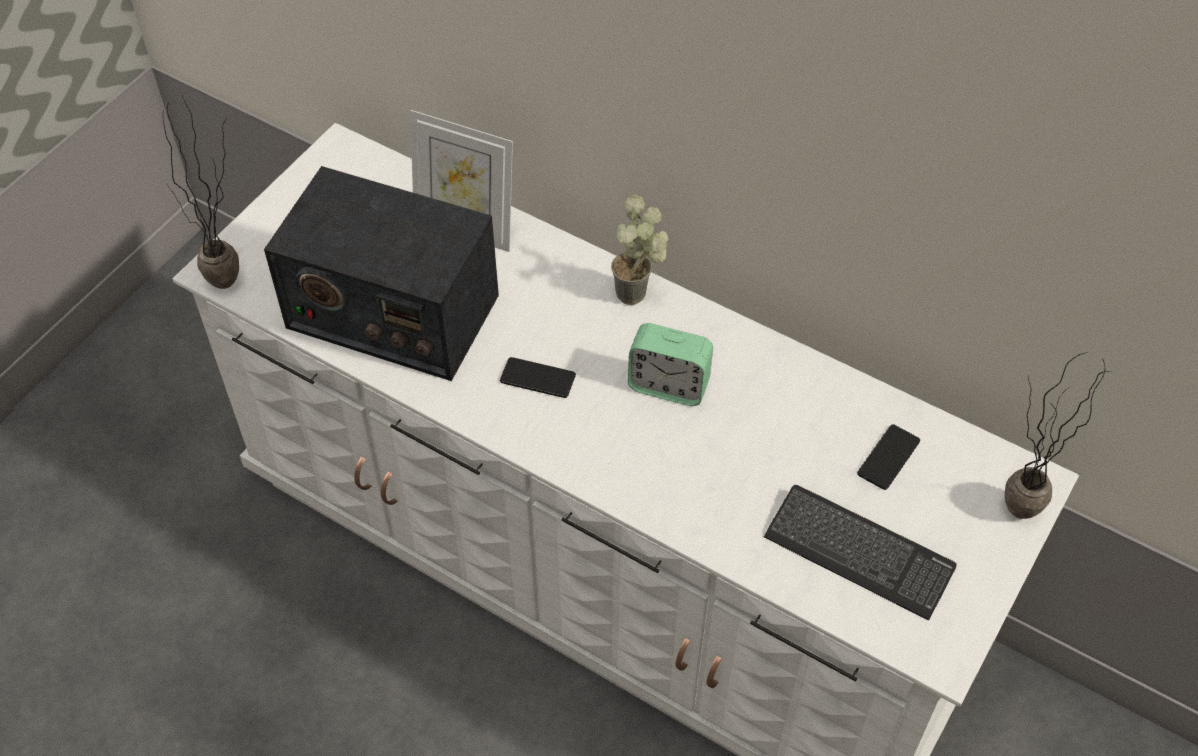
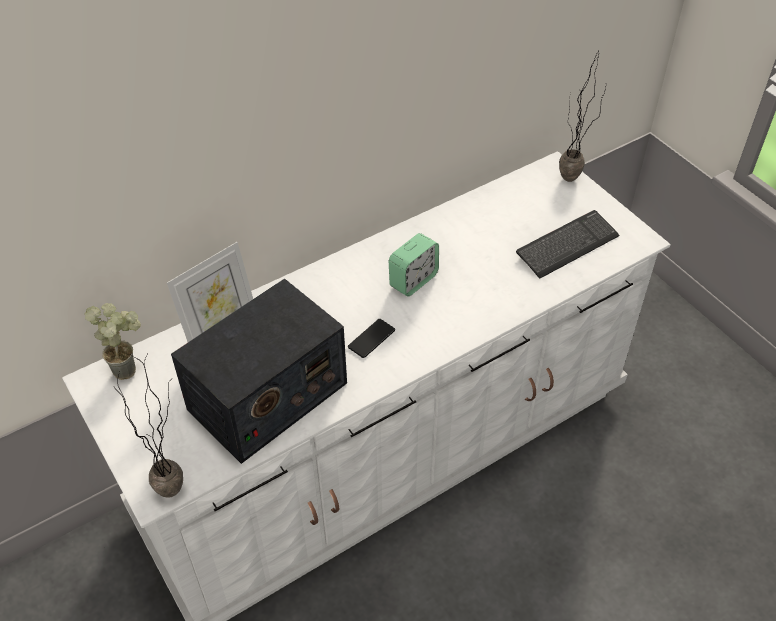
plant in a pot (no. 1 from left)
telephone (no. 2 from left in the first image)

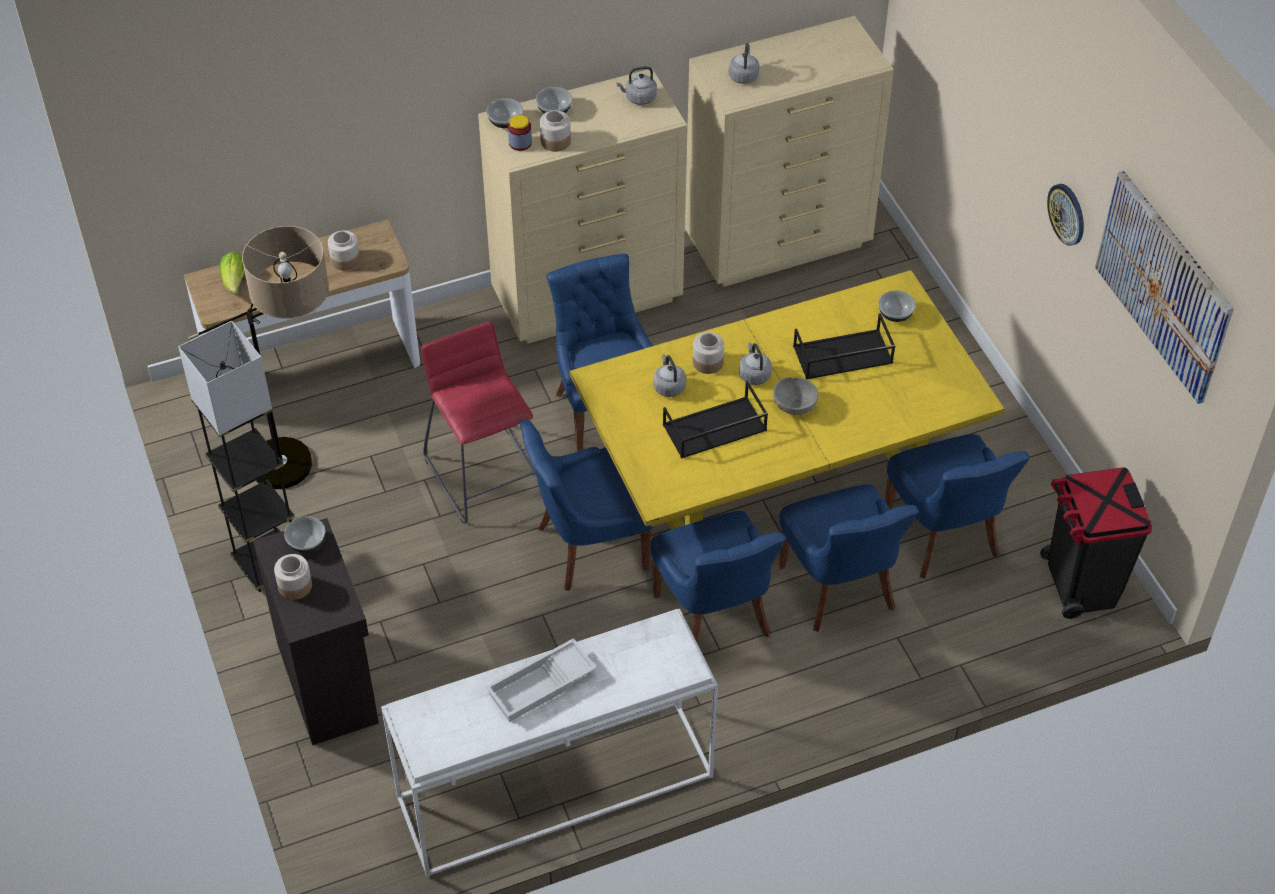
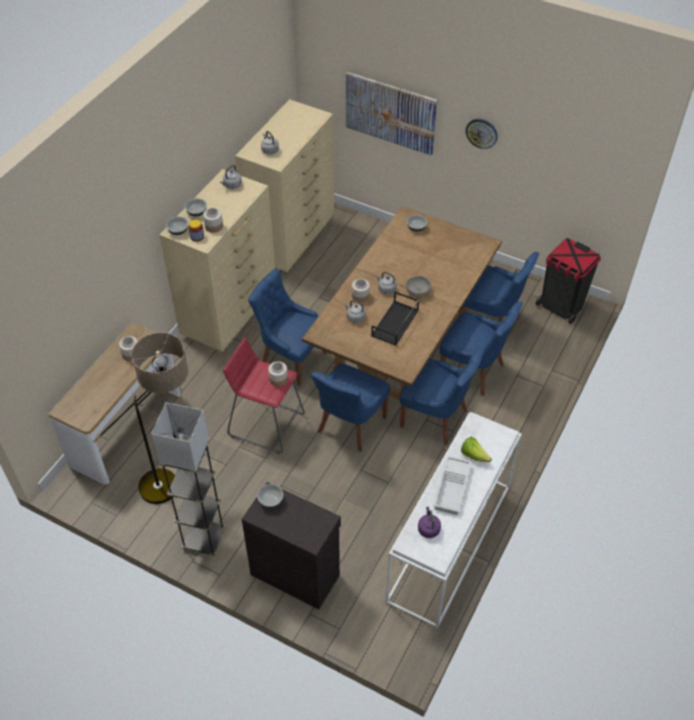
wall art
head of lettuce
brownish dining table
blackish carrying tray (no. 2 from left in the first image)
preserve jar (no. 4 from left)
purple-coloured tea kettle

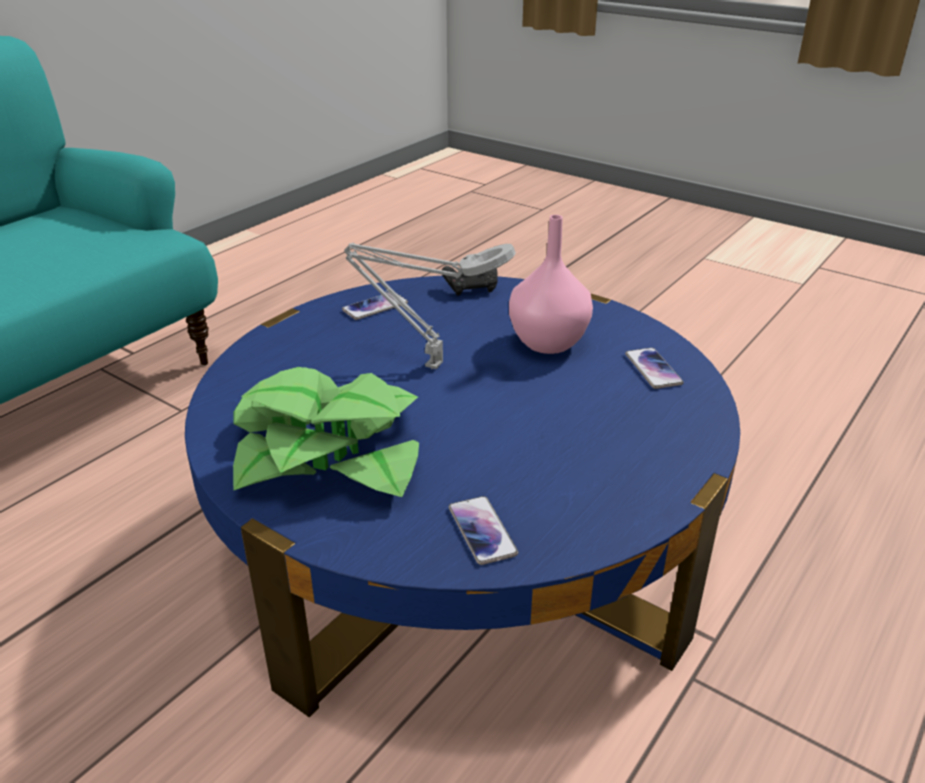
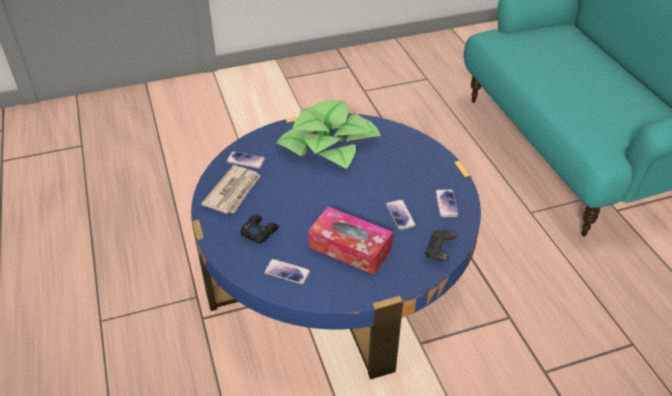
tissue holder
greyish lamp for a table
newspaper
telephone (no. 3 from left)
blackish gamepad (no. 1 from left)

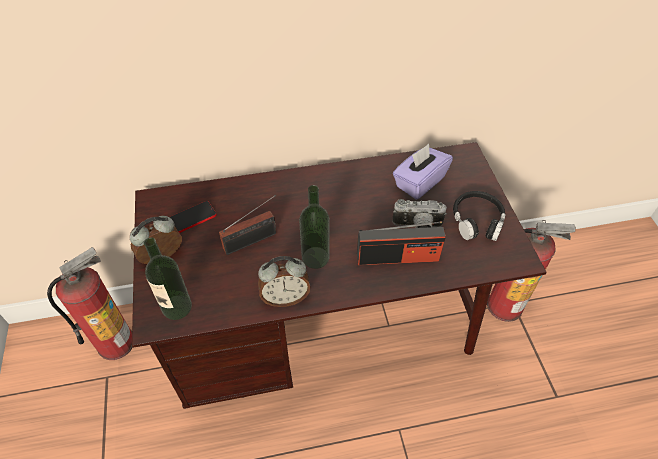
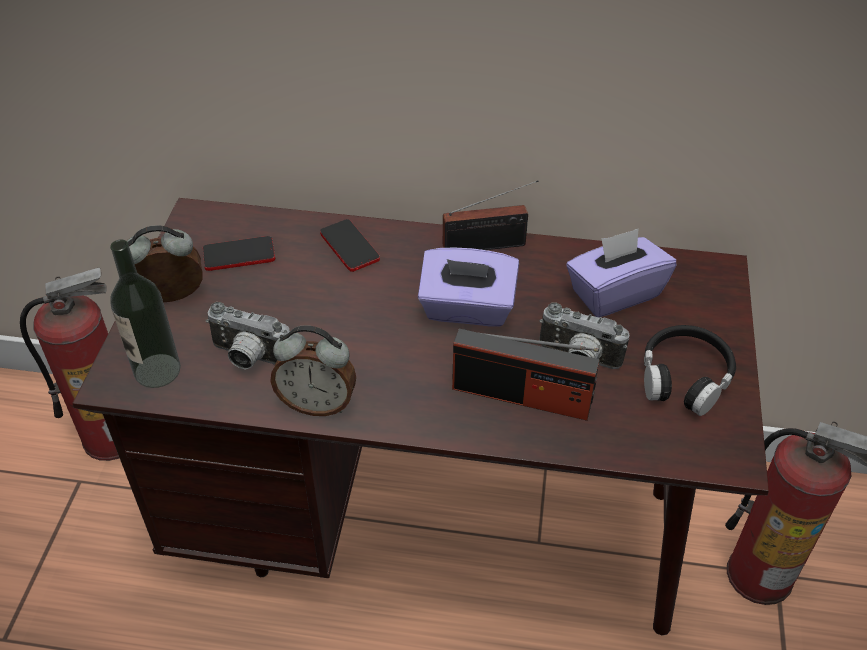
drink bottle (no. 2 from left in the first image)
radio set (no. 1 from left)
telephone (no. 2 from left)
purple-coloured tissue holder (no. 1 from left)
photo camera (no. 1 from left)

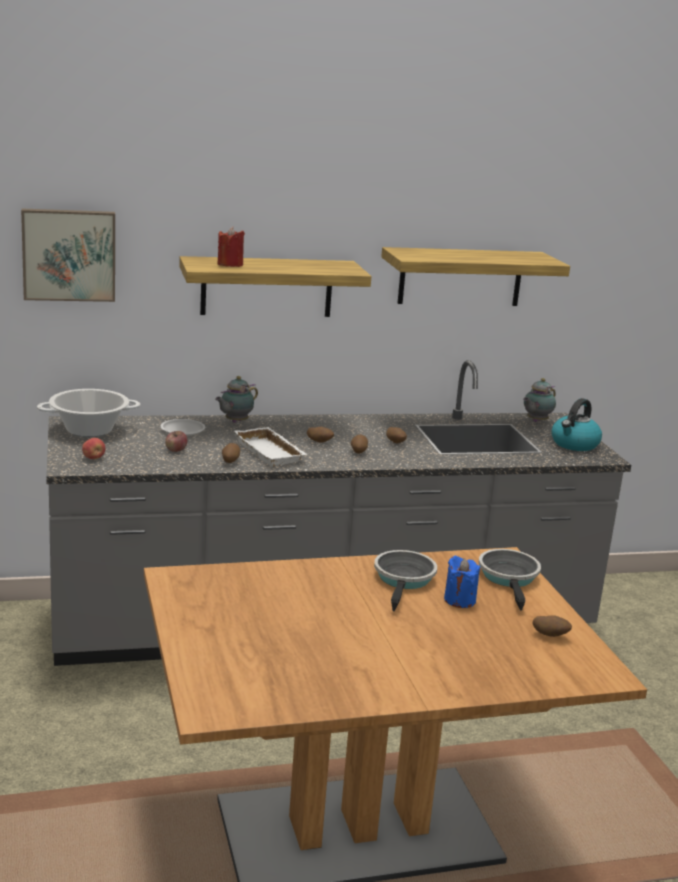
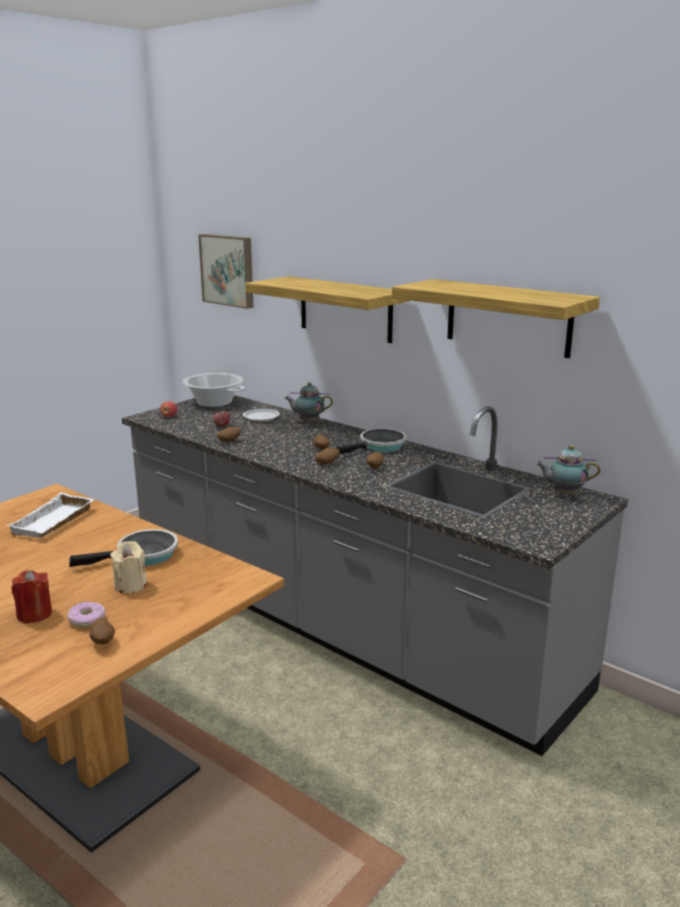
red wax candle
tea kettle
whitish carrying tray
pan (no. 2 from left)
sand-coloured wax candle
ring doughnut

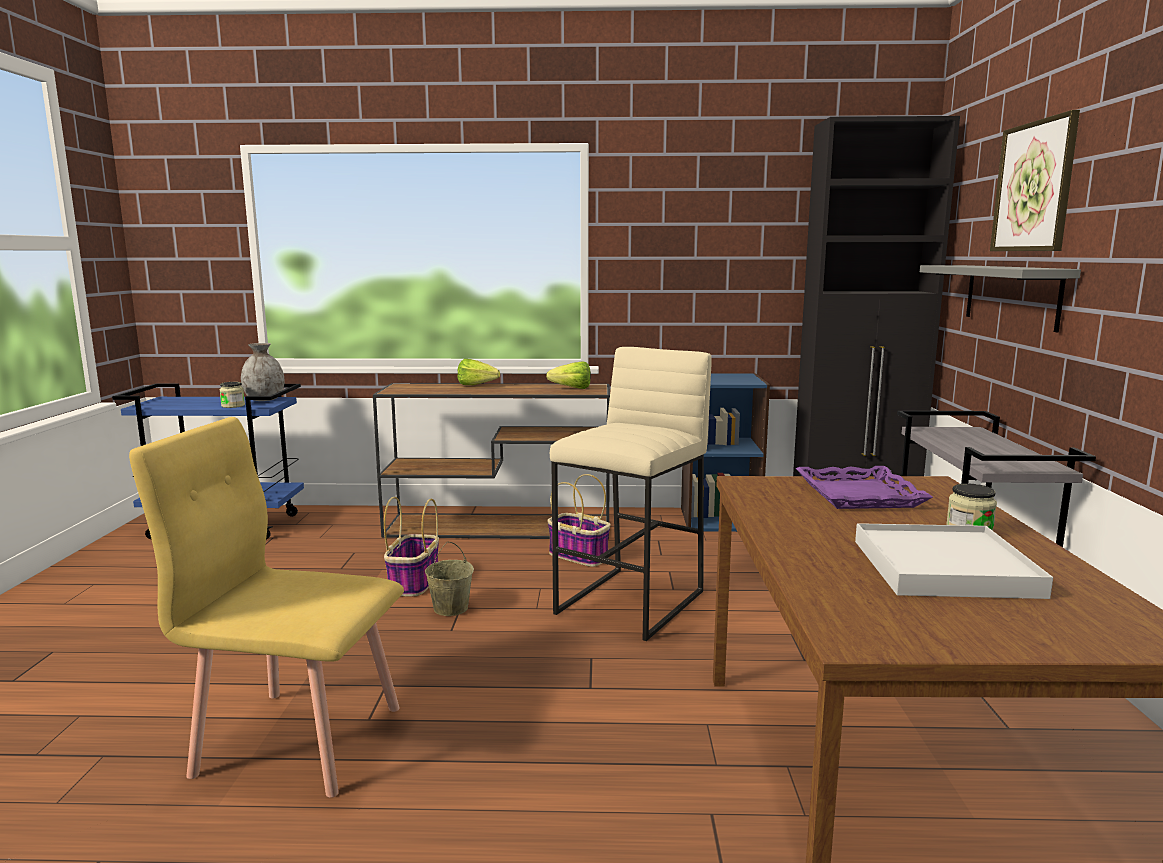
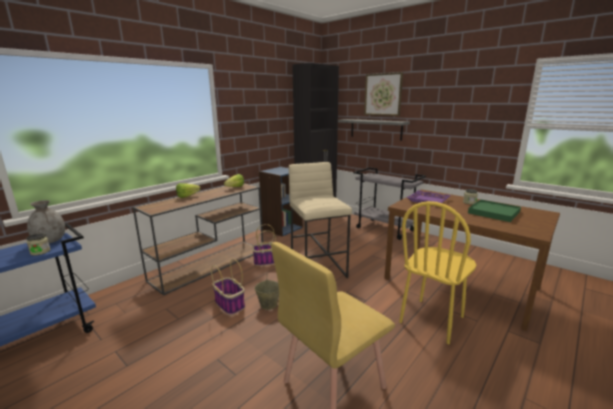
greenish carrying tray
yellow chair (no. 2 from left)

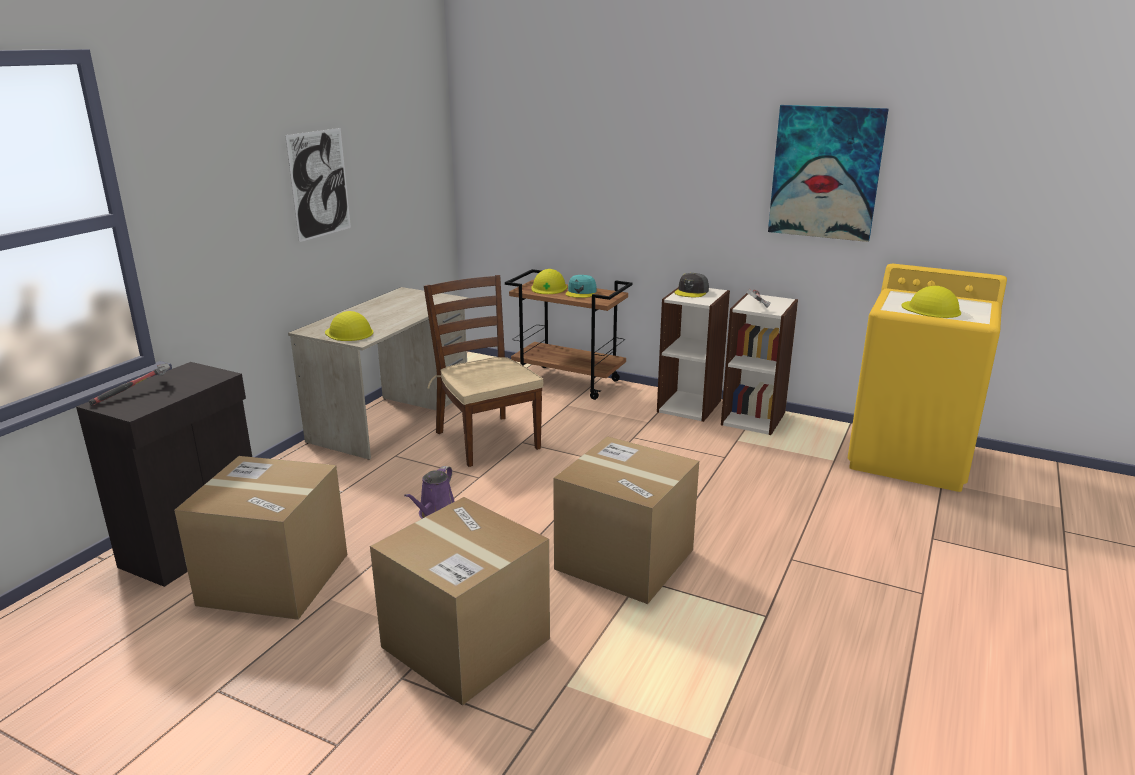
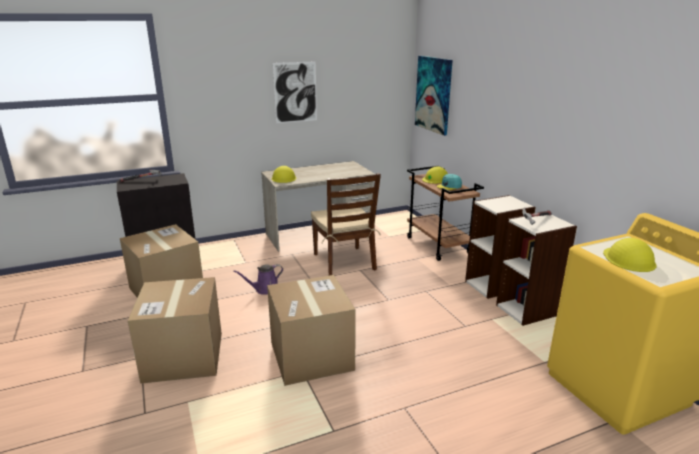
wall art (no. 2 from left)
greyish peaked cap
brownish chair

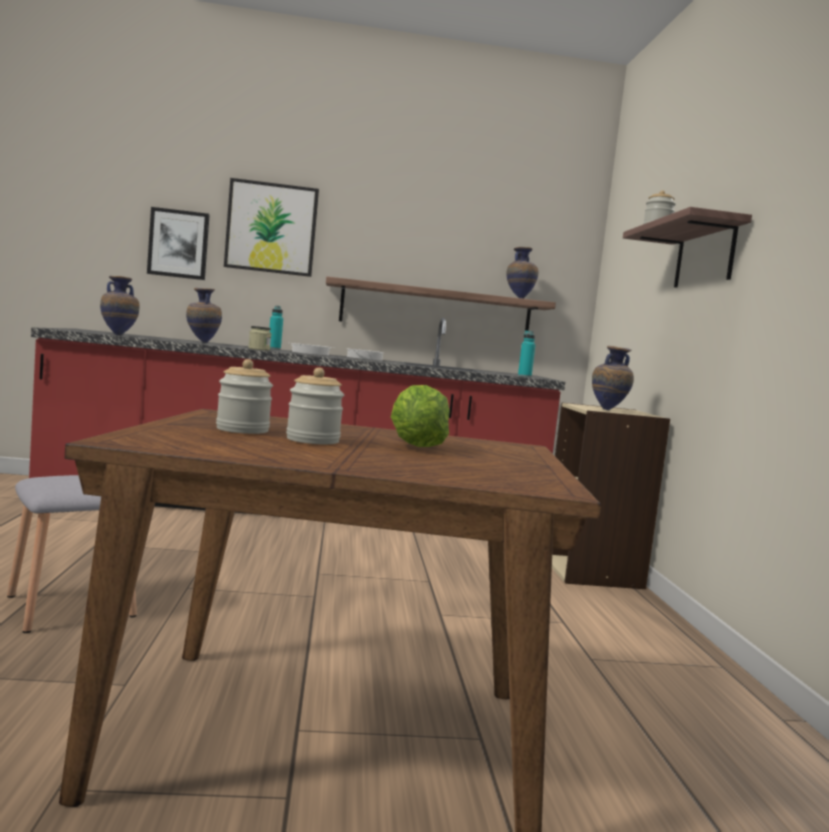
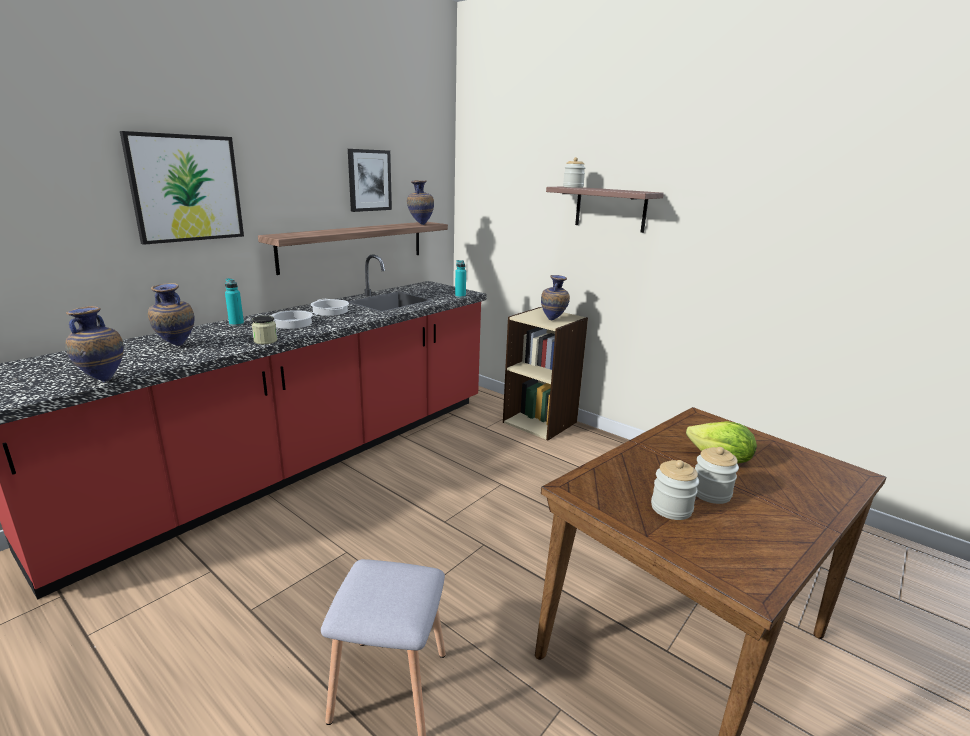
wall art (no. 2 from left)

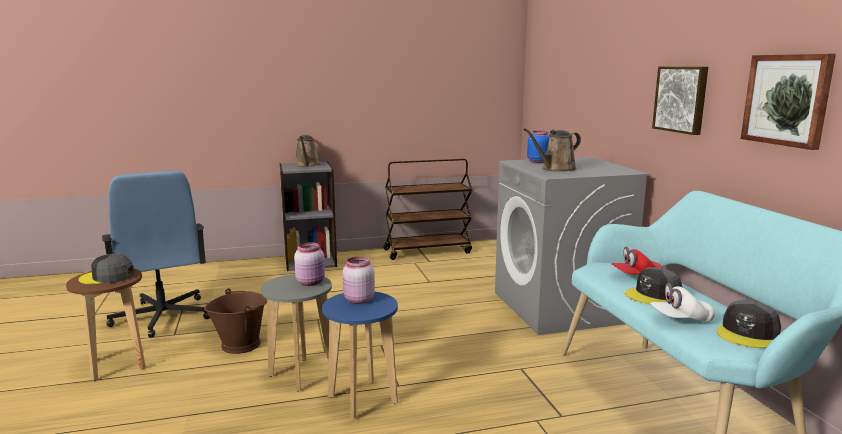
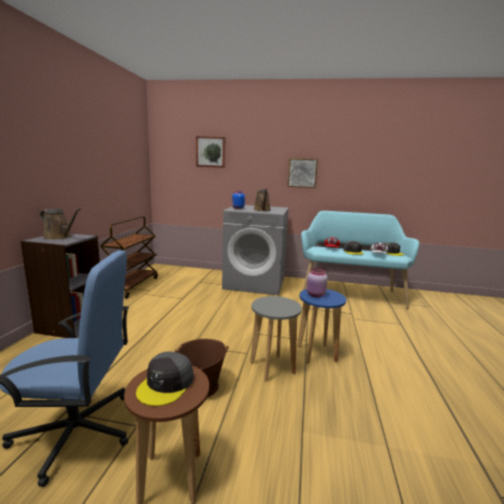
wall art (no. 1 from left)
pink-coloured preserve jar (no. 1 from left in the first image)

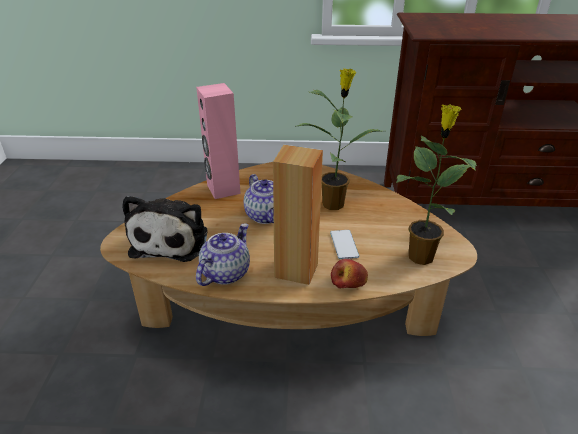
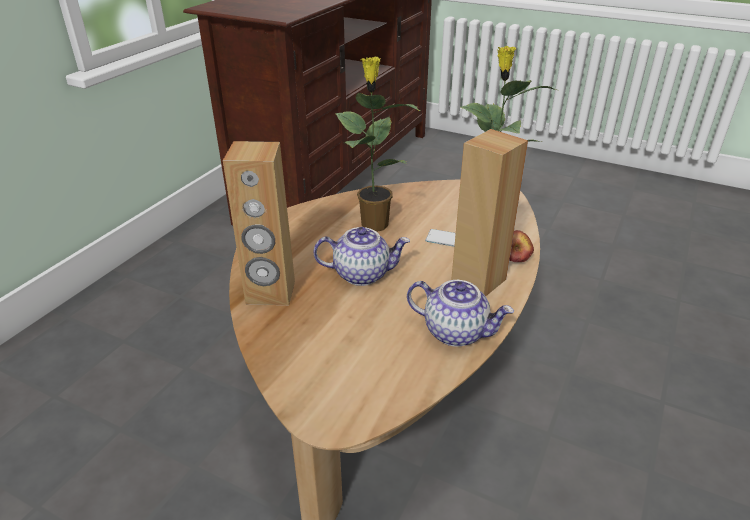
brownish loudspeaker (no. 1 from left)
soft toy
tea pot (no. 2 from left)

